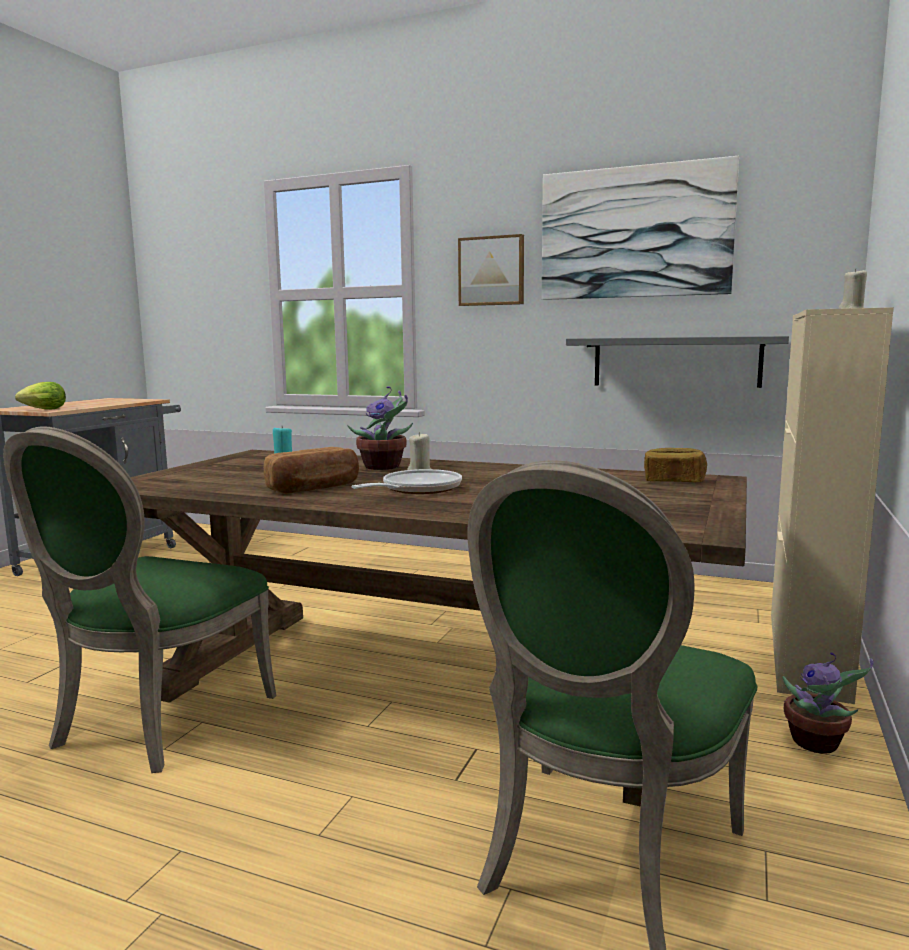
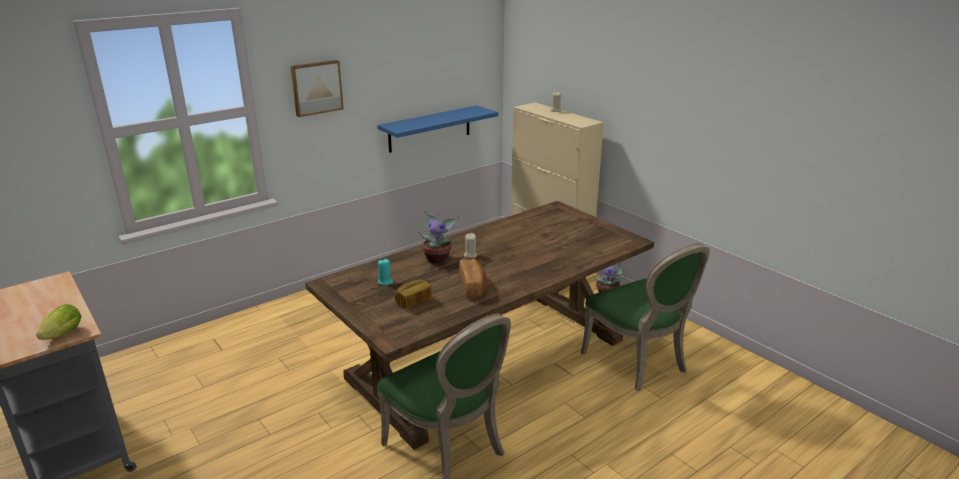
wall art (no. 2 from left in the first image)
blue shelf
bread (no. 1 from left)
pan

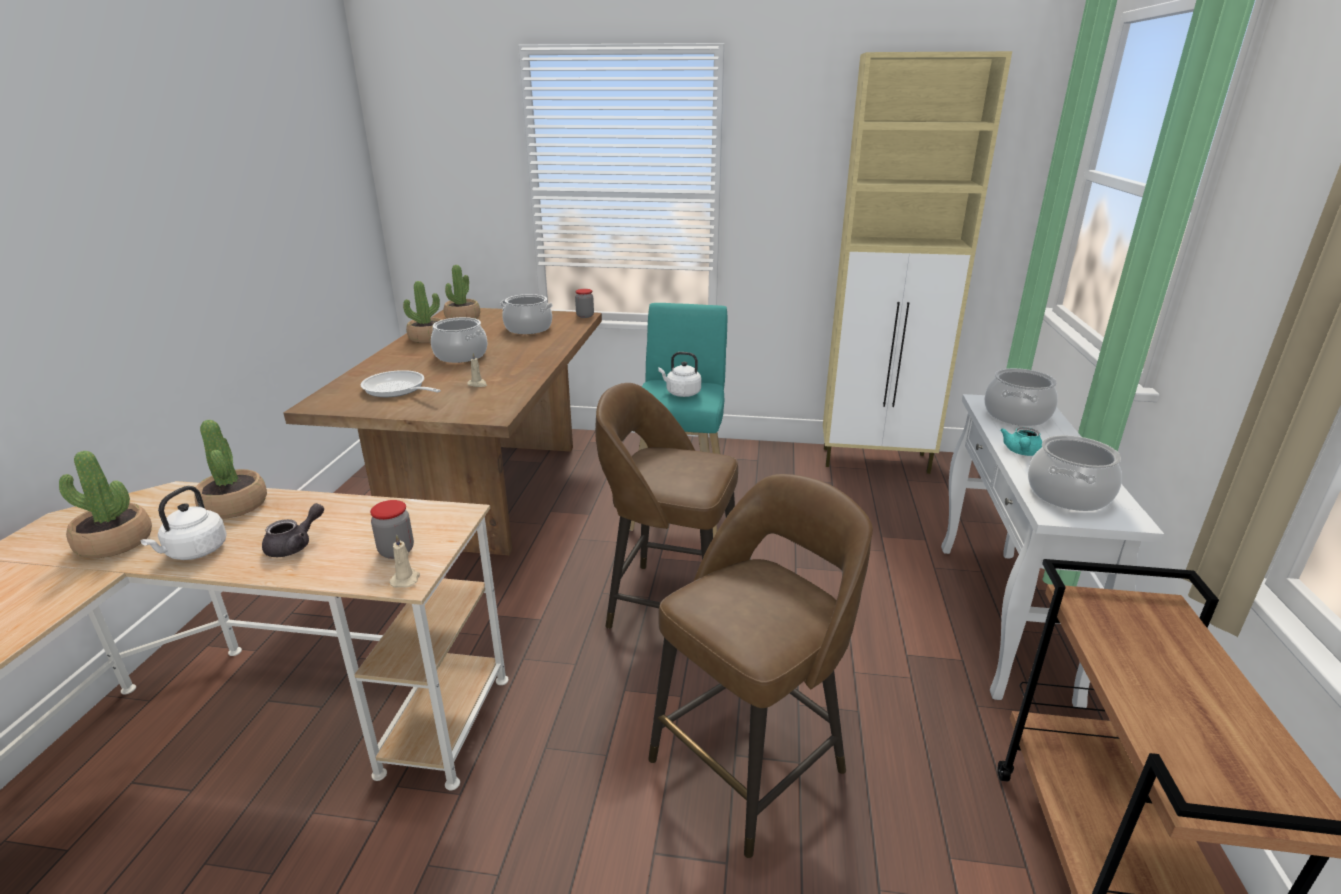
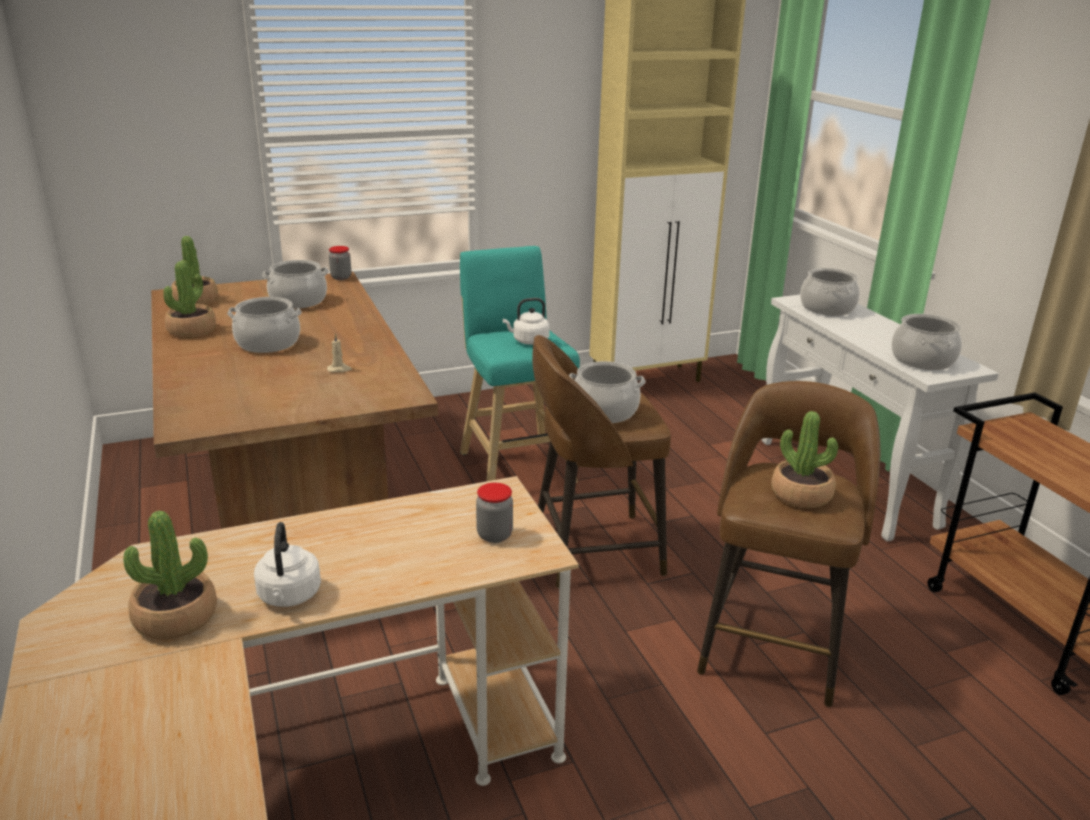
pan
plant in a pot (no. 4 from left)
turquoise tea pot
greyish tea pot
sand-coloured wax candle (no. 1 from left in the first image)
cooking pot (no. 3 from left)

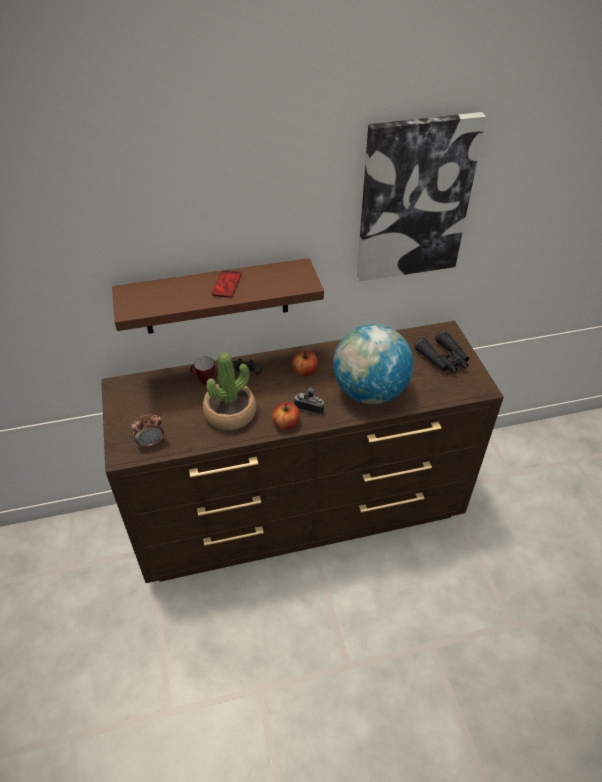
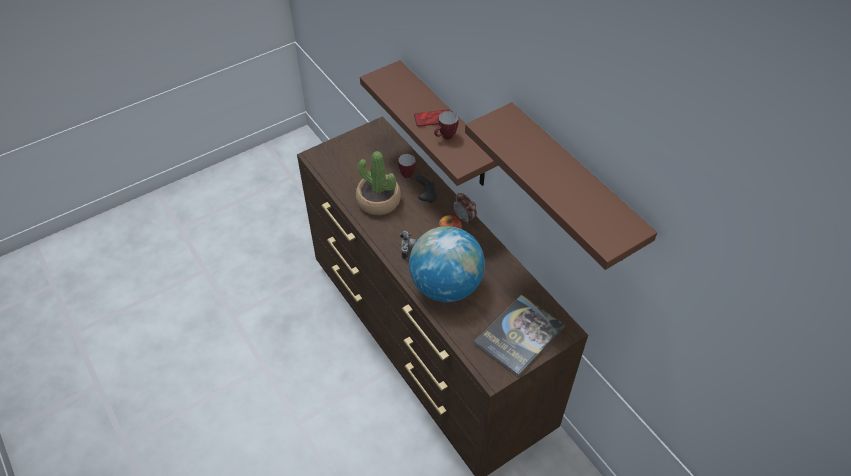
brownish shelf (no. 2 from left)
volume
apple fruit (no. 1 from left in the first image)
alarm clock
mug (no. 2 from left)

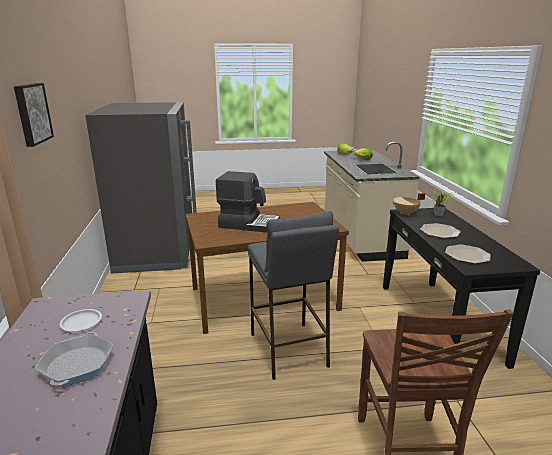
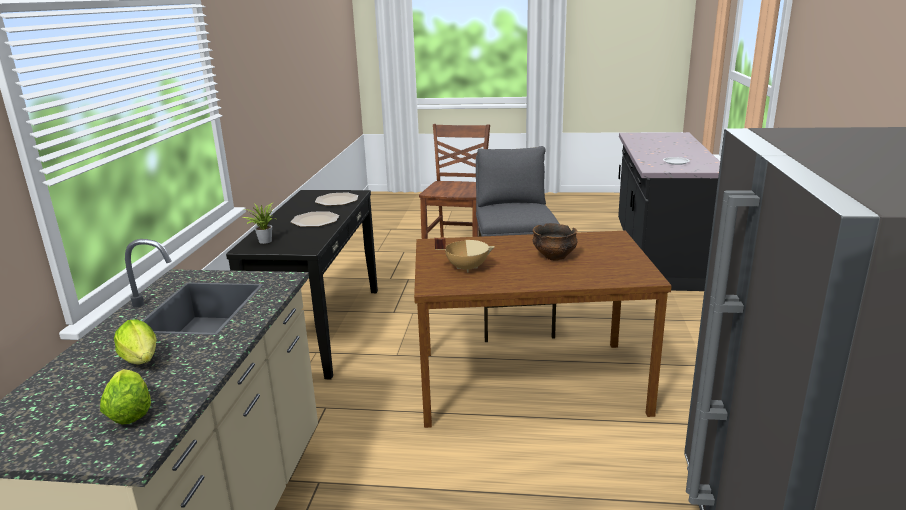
wall art
deep dish
sand-coloured cooking pot
pan

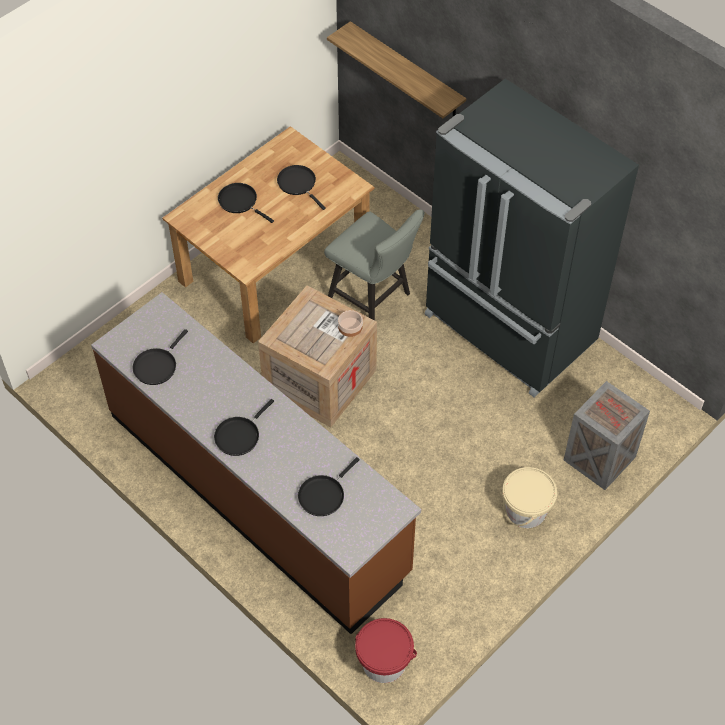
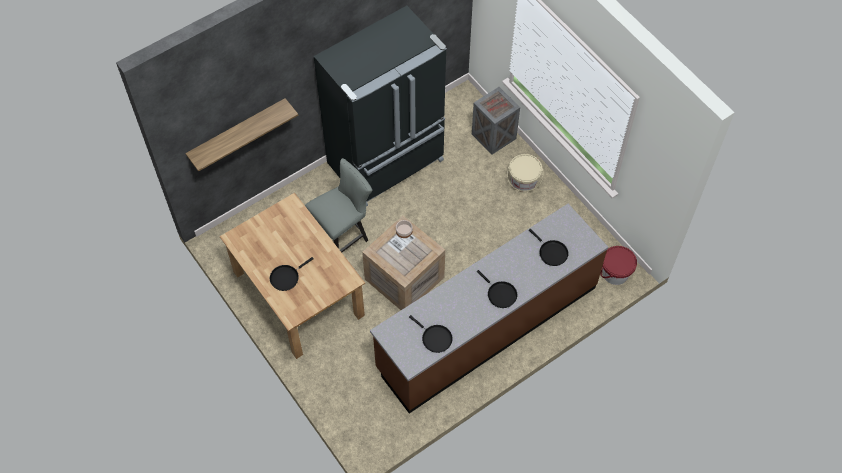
blackish pan (no. 4 from left in the first image)

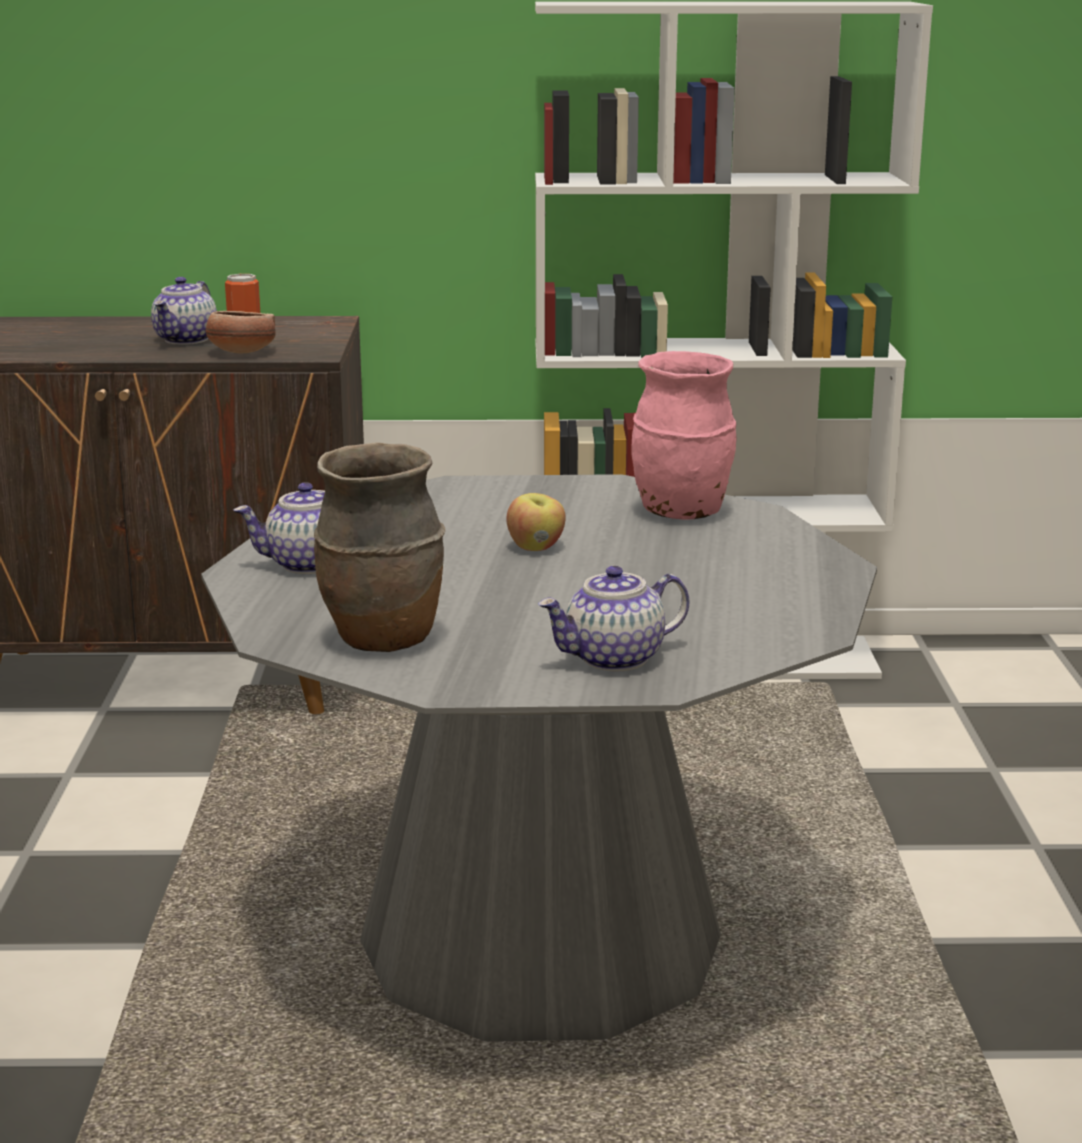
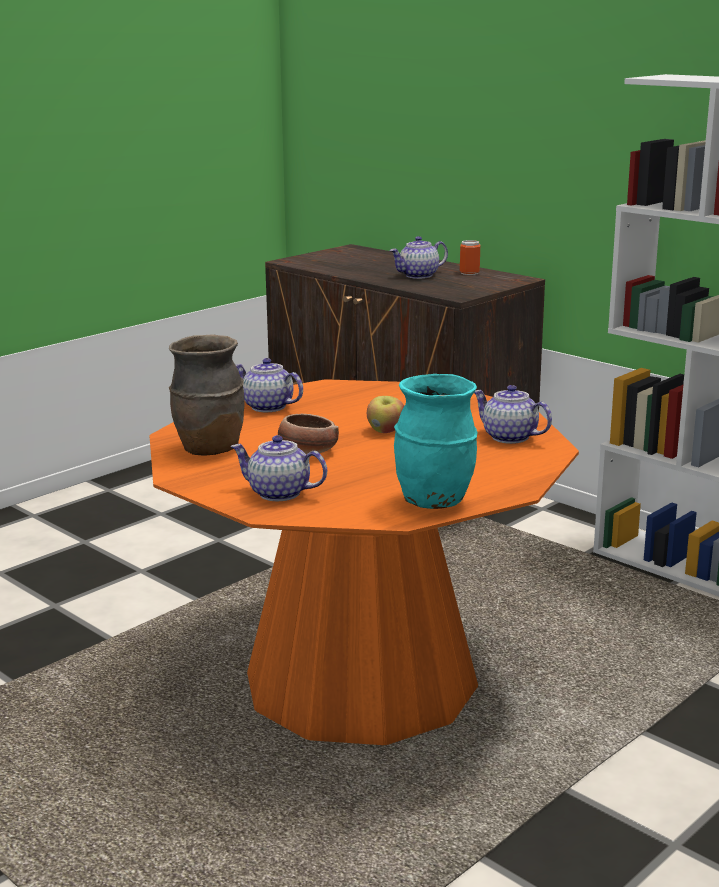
deep dish
tea pot (no. 4 from left)
orangey dining table
turquoise flower vase

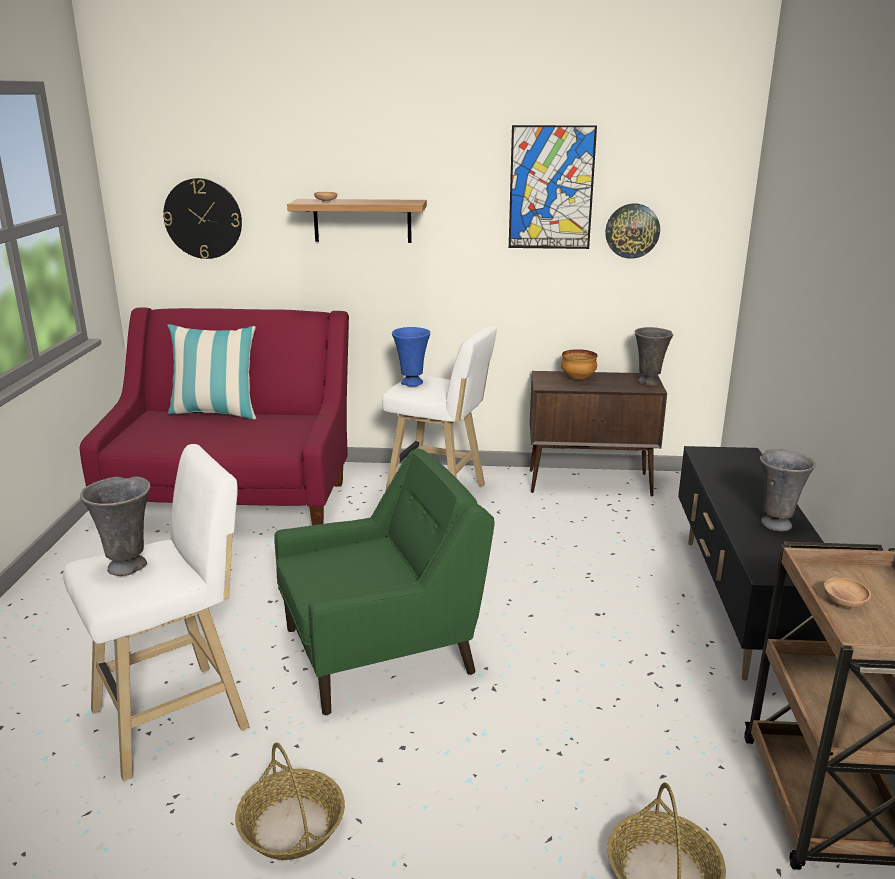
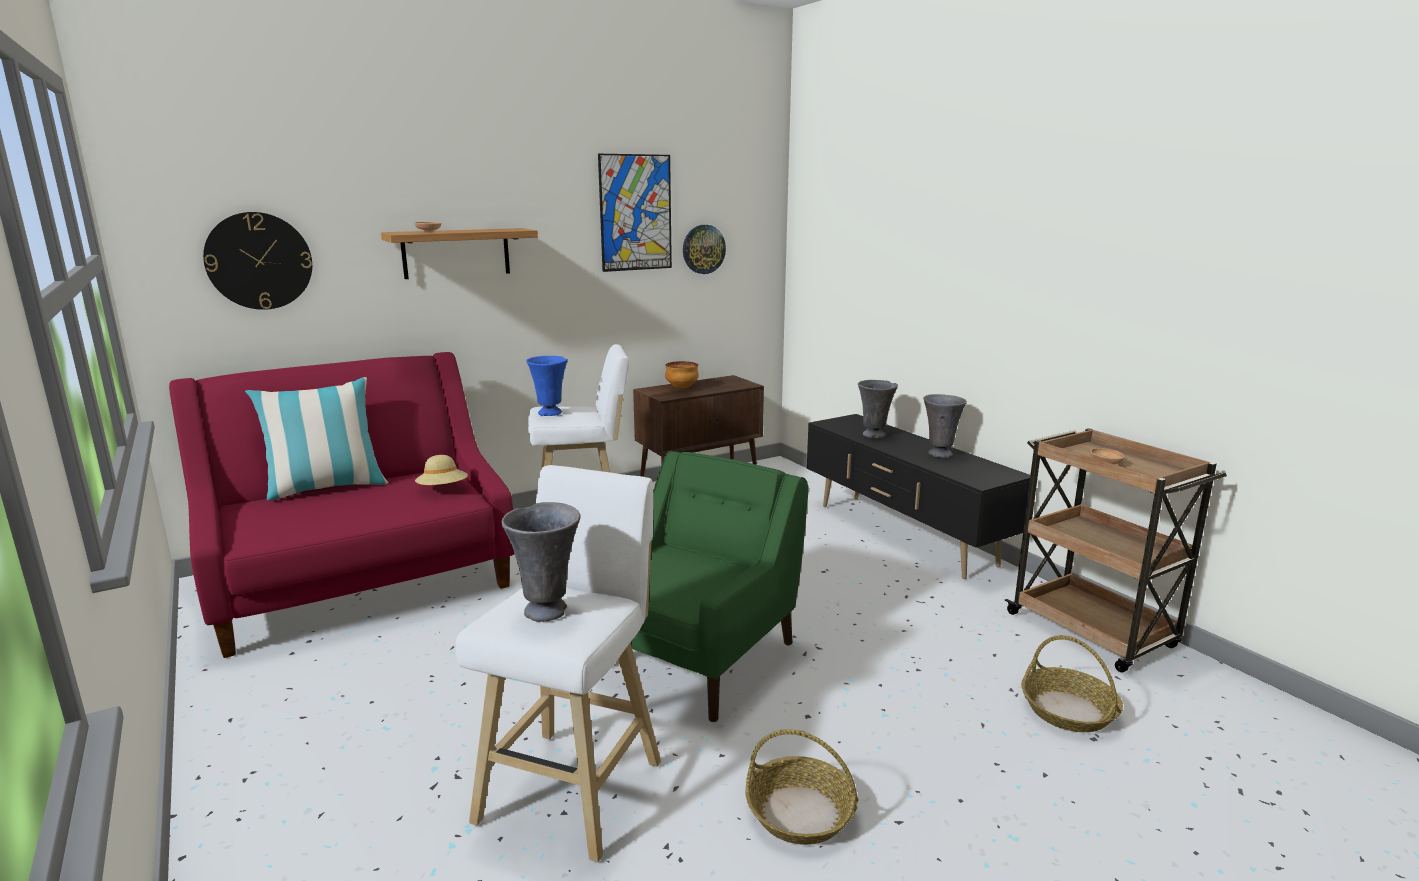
greyish flower vase (no. 2 from left)
sand-coloured wearable hat

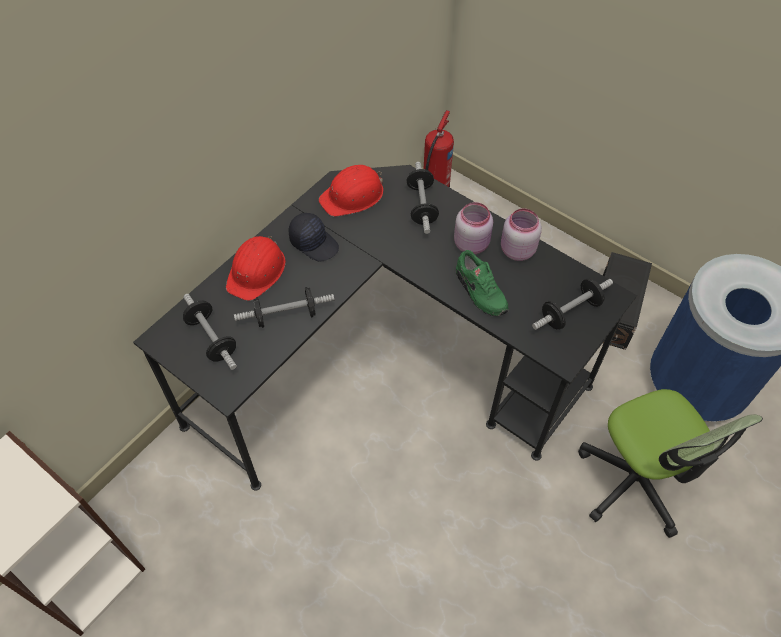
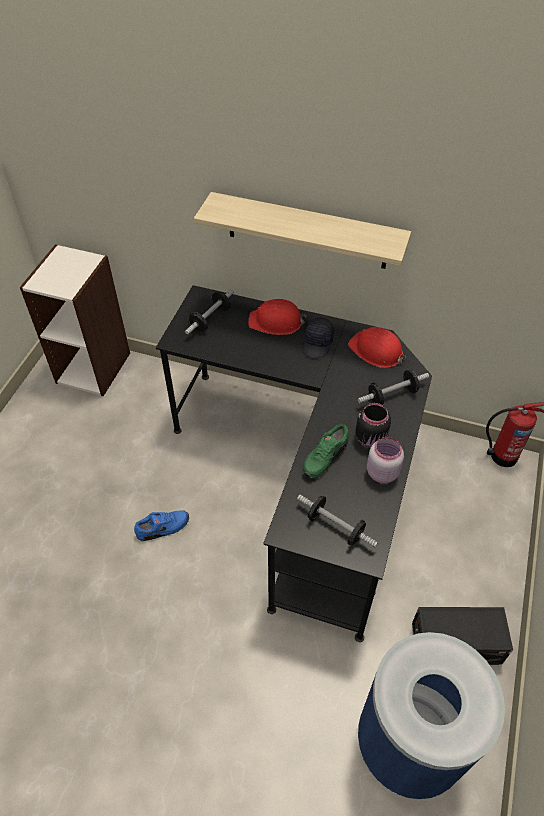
blackish preserve jar
hand weight (no. 2 from left in the first image)
computer chair
shelf
blue low shoe

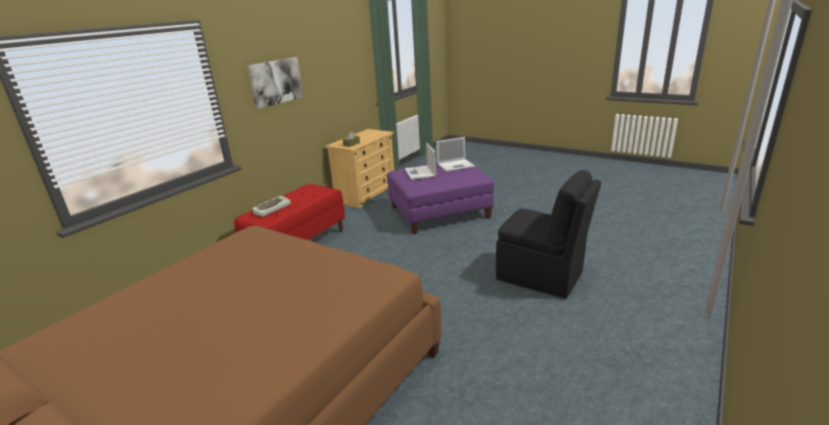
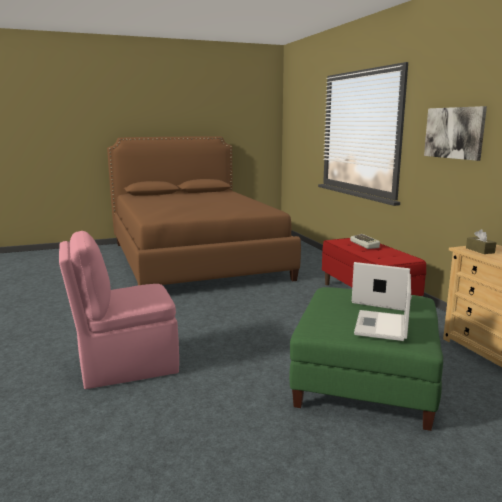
greenish ottoman
pink-coloured chair

